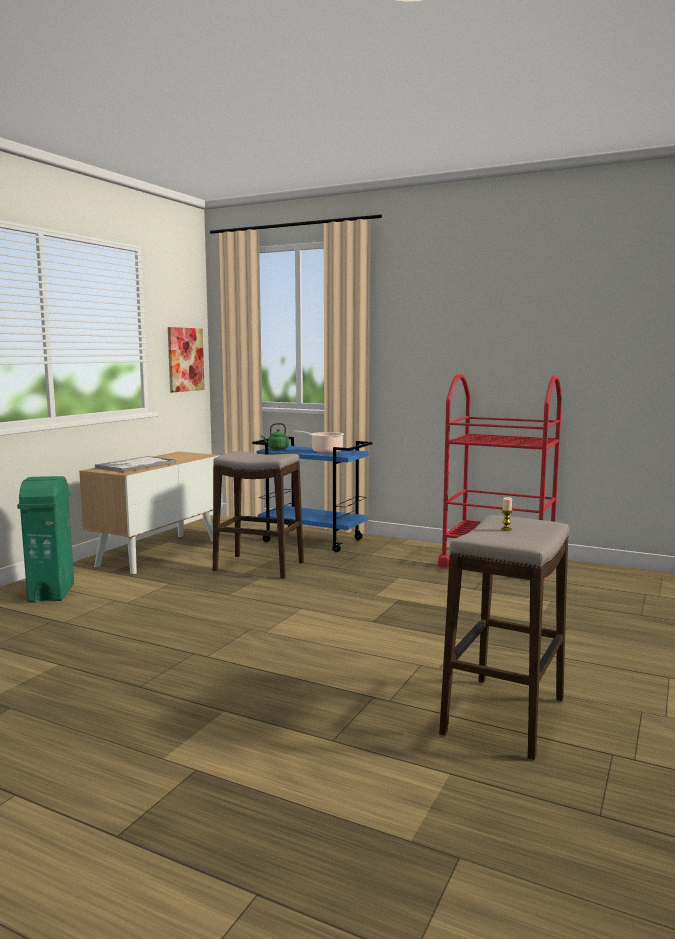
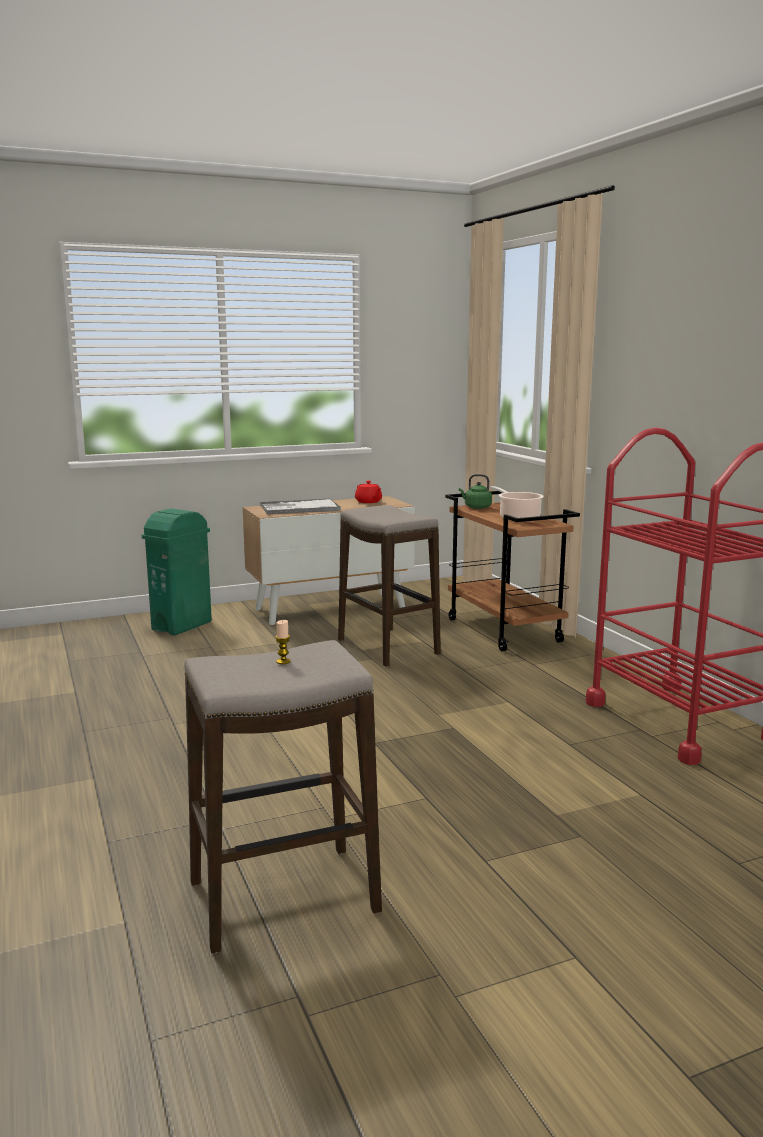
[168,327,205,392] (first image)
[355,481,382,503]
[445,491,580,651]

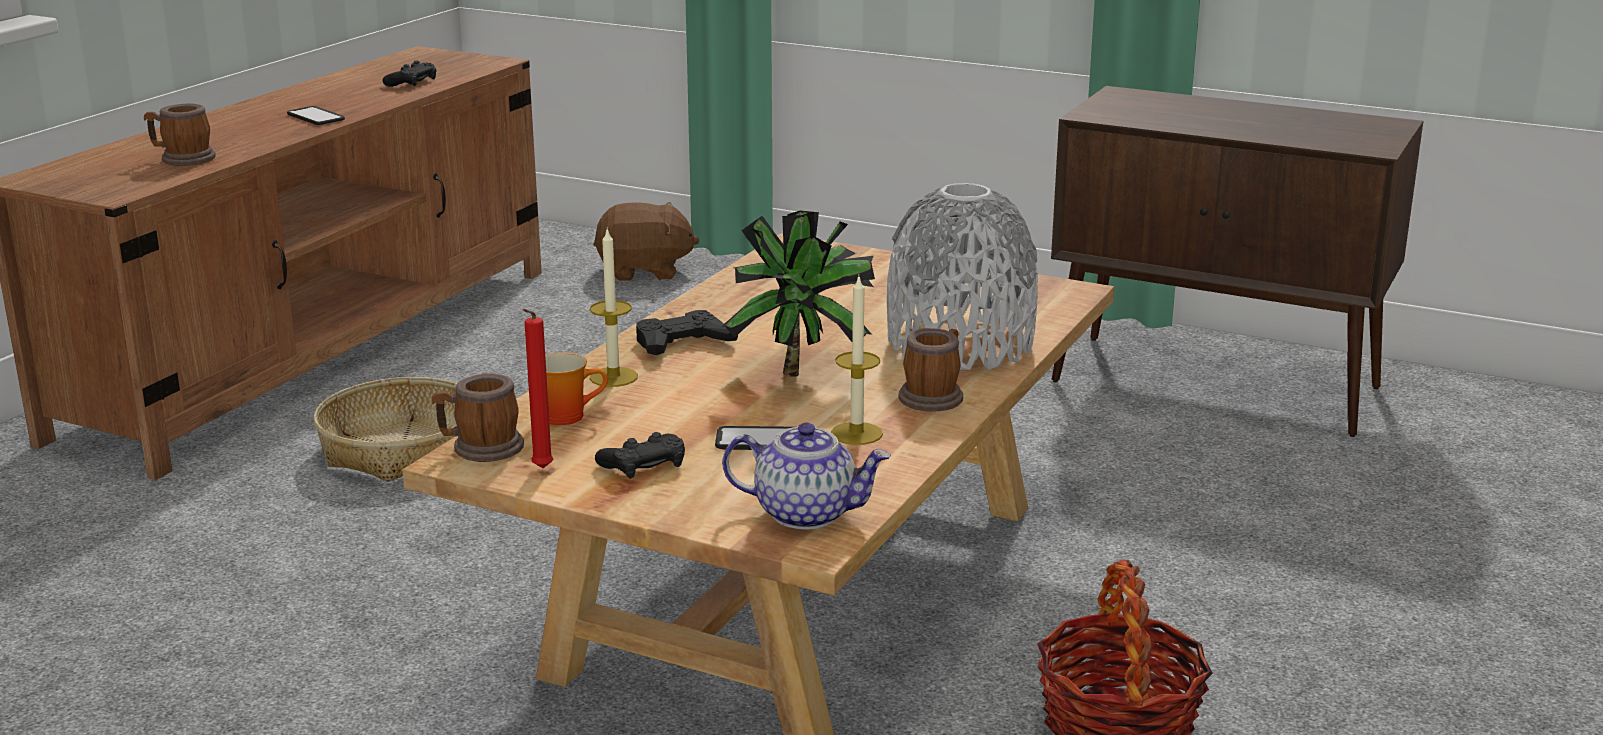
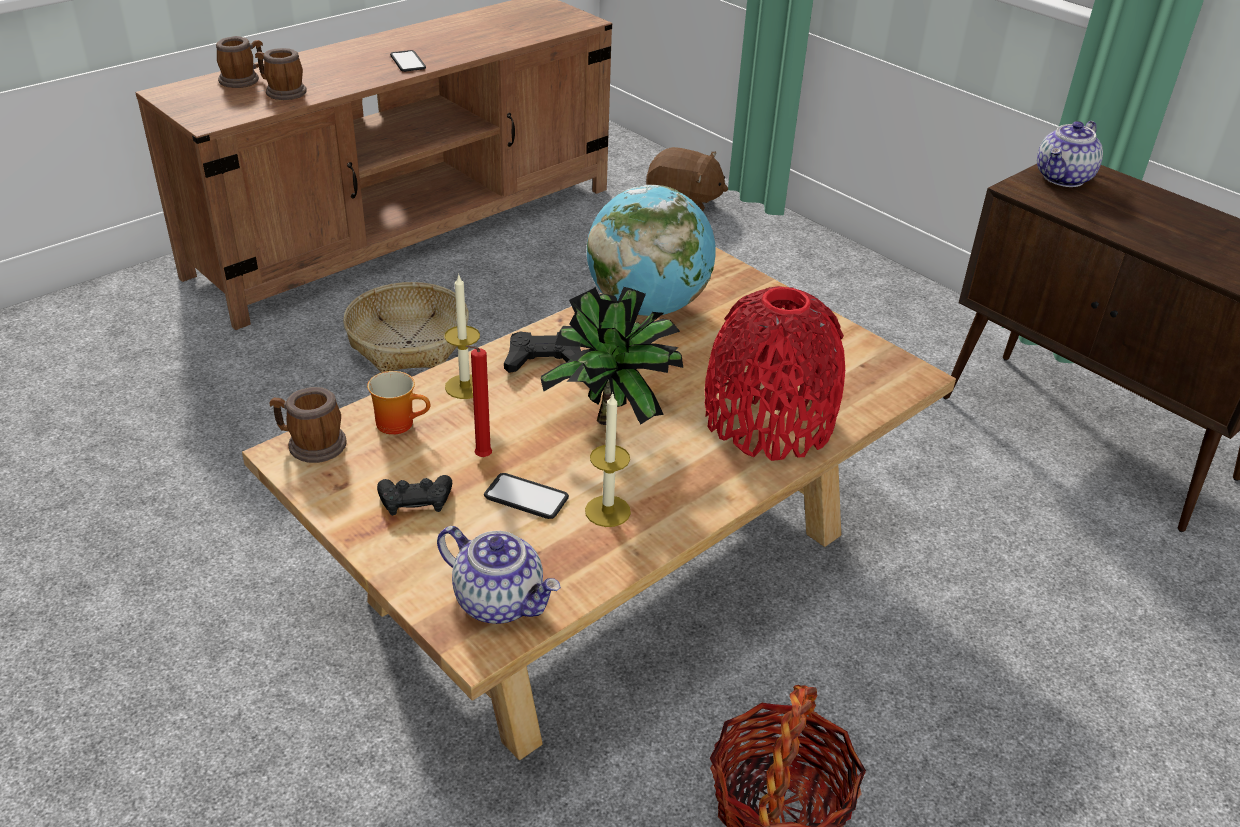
[383,61,437,87] (first image)
[587,185,716,316]
[1037,121,1103,187]
[466,345,492,457]
[216,36,263,88]
[705,286,845,461]

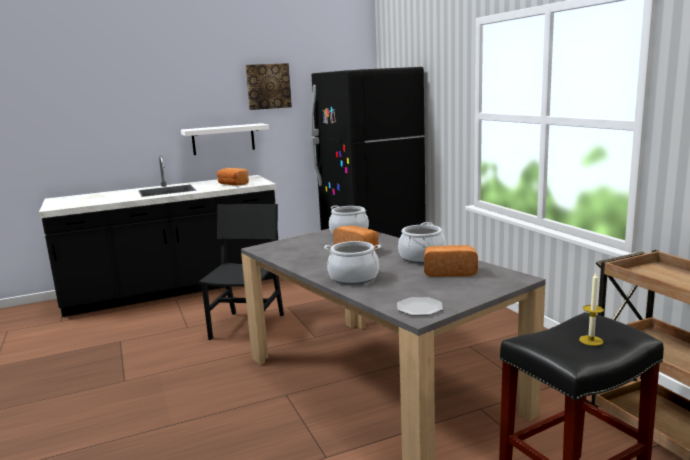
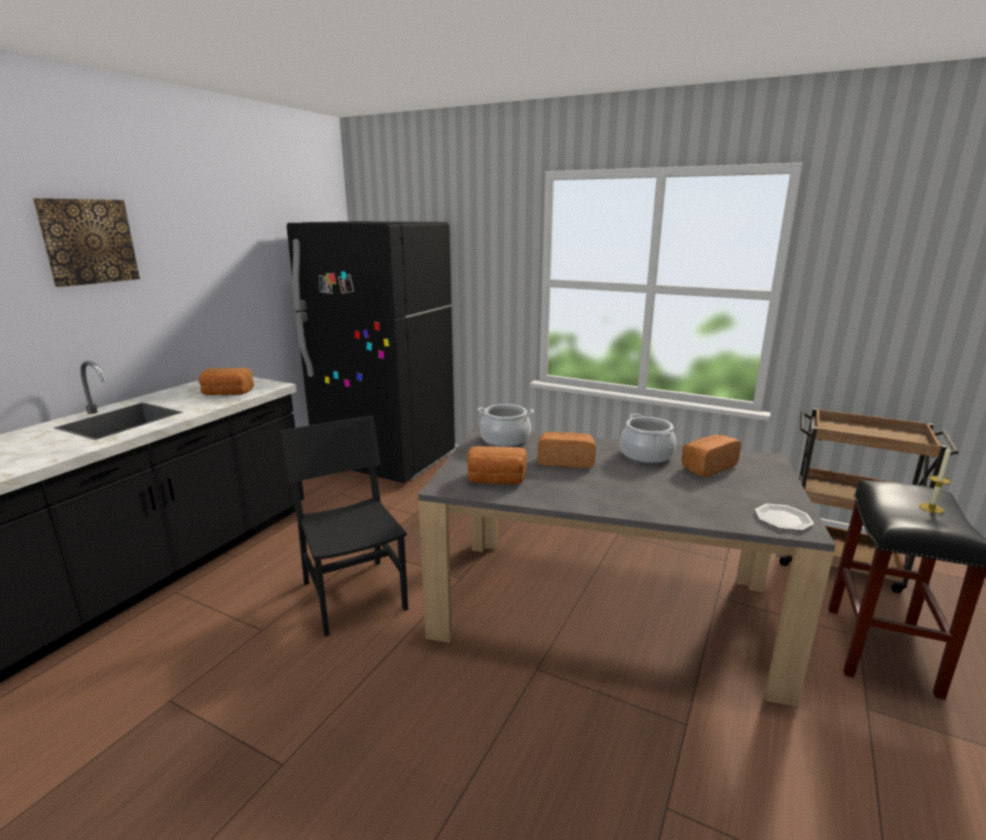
[181,123,269,155] (first image)
[324,241,381,285] (first image)
[467,446,527,484]
[33,198,140,287]

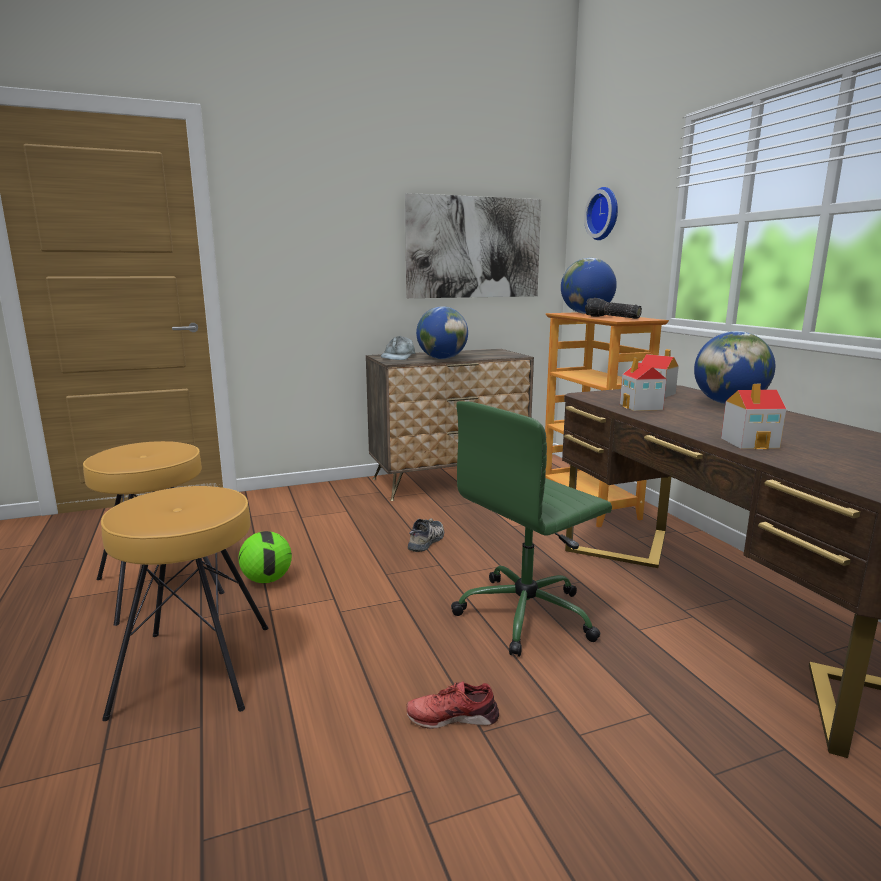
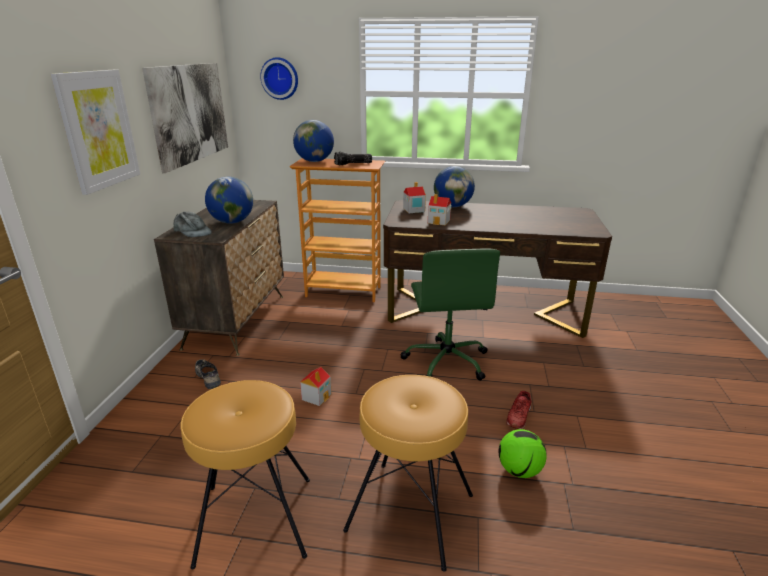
[51,70,140,195]
[498,429,547,478]
[195,359,221,389]
[300,367,332,406]

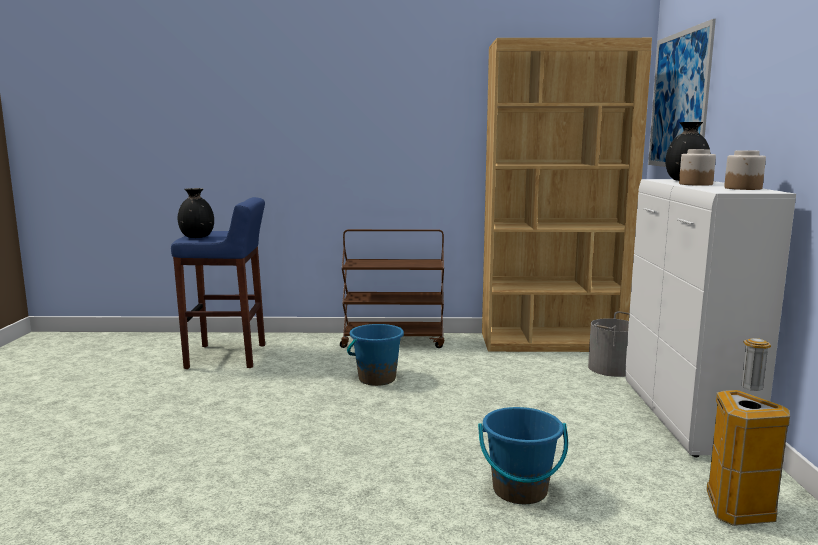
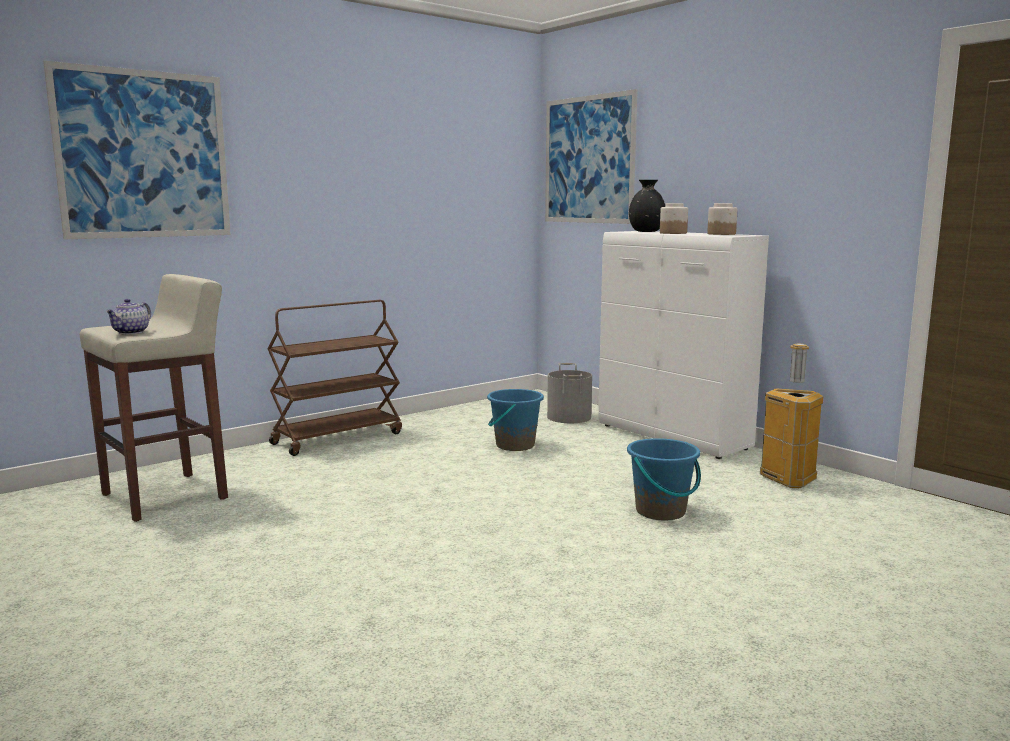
[482,38,652,352] (first image)
[43,61,231,239]
[487,389,544,451]
[105,299,151,335]
[80,274,228,522]

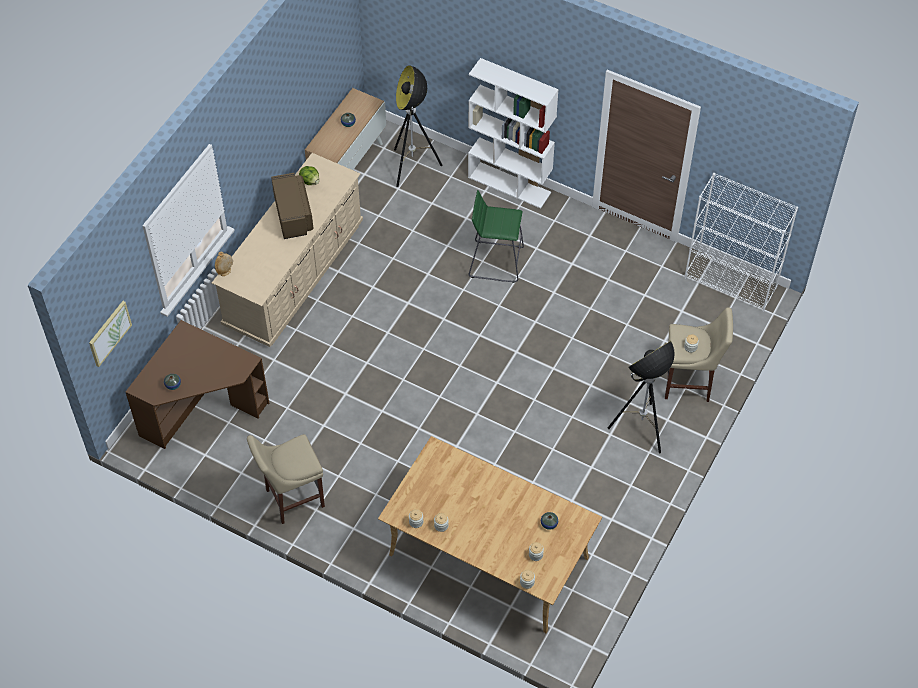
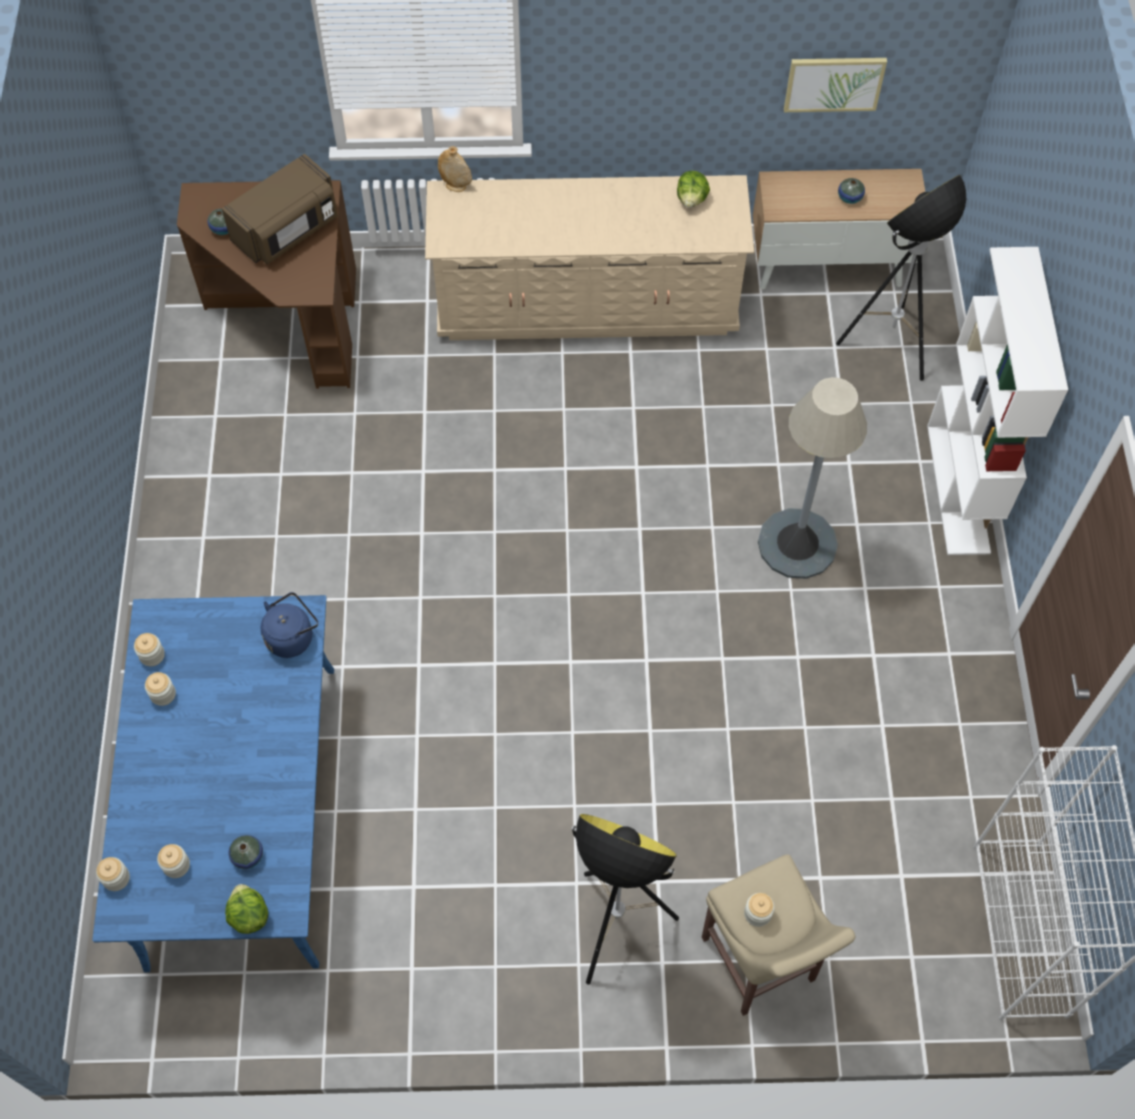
[247,434,325,524] (first image)
[225,884,268,934]
[261,592,318,658]
[784,58,887,112]
[222,154,338,264]
[758,377,867,579]
[92,595,334,972]

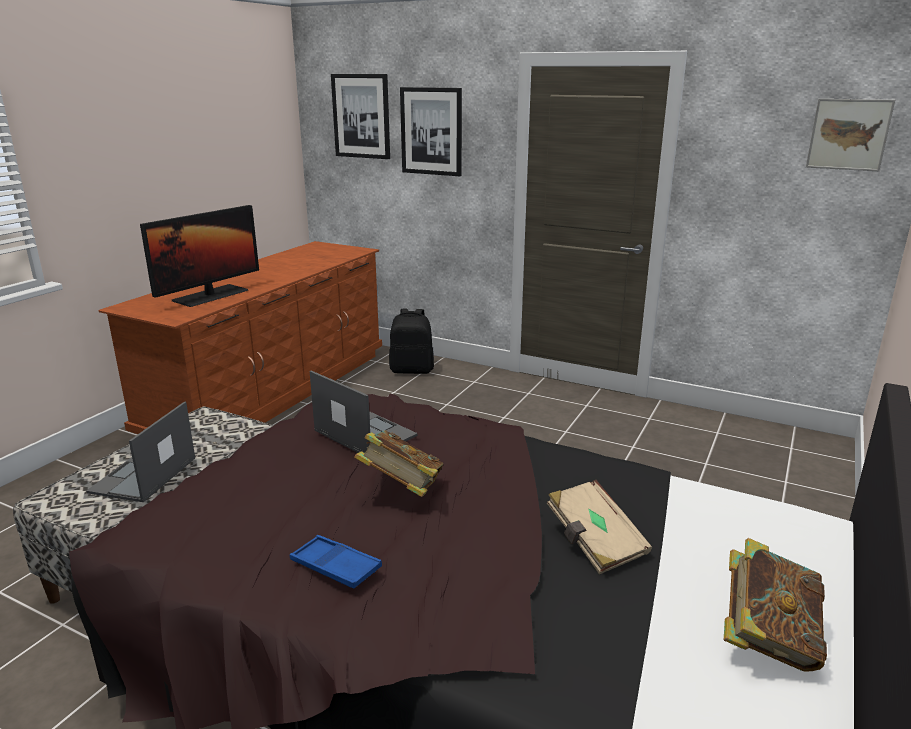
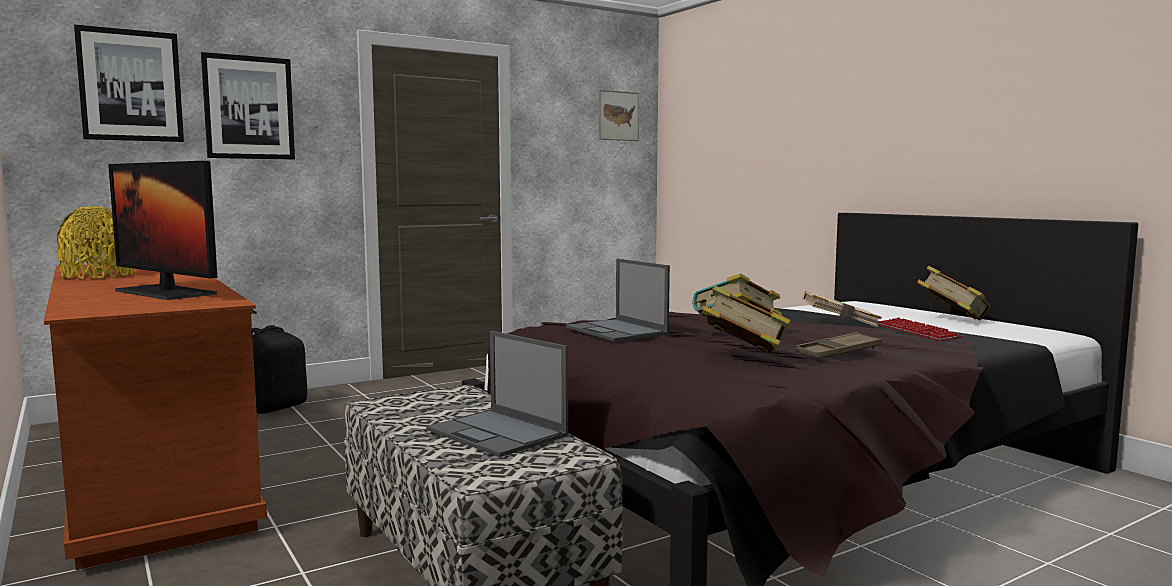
[57,207,133,279]
[701,285,791,354]
[877,317,963,341]
[795,332,882,358]
[108,161,217,300]
[566,259,670,342]

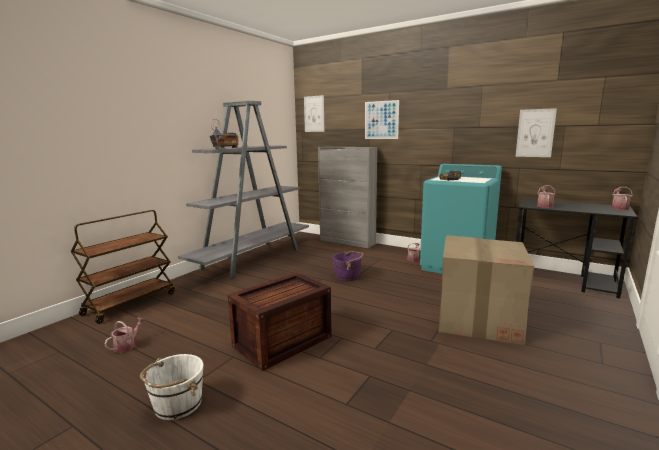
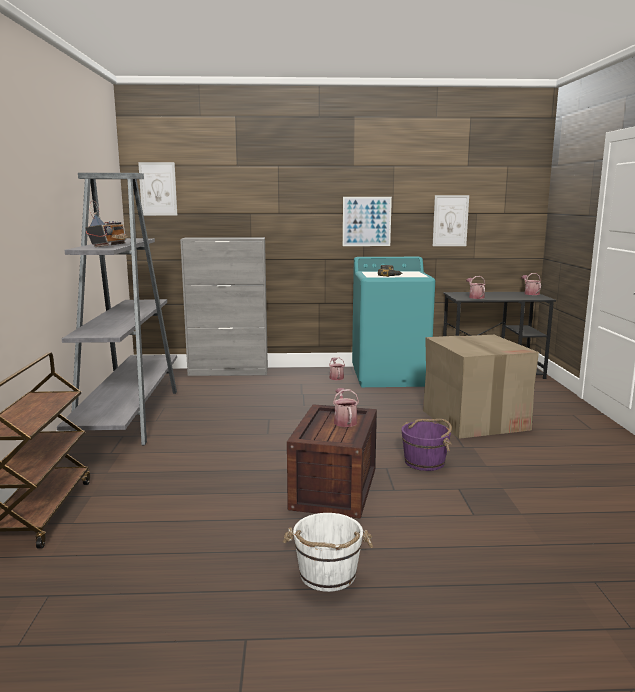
[333,388,359,427]
[401,419,452,471]
[343,197,392,246]

